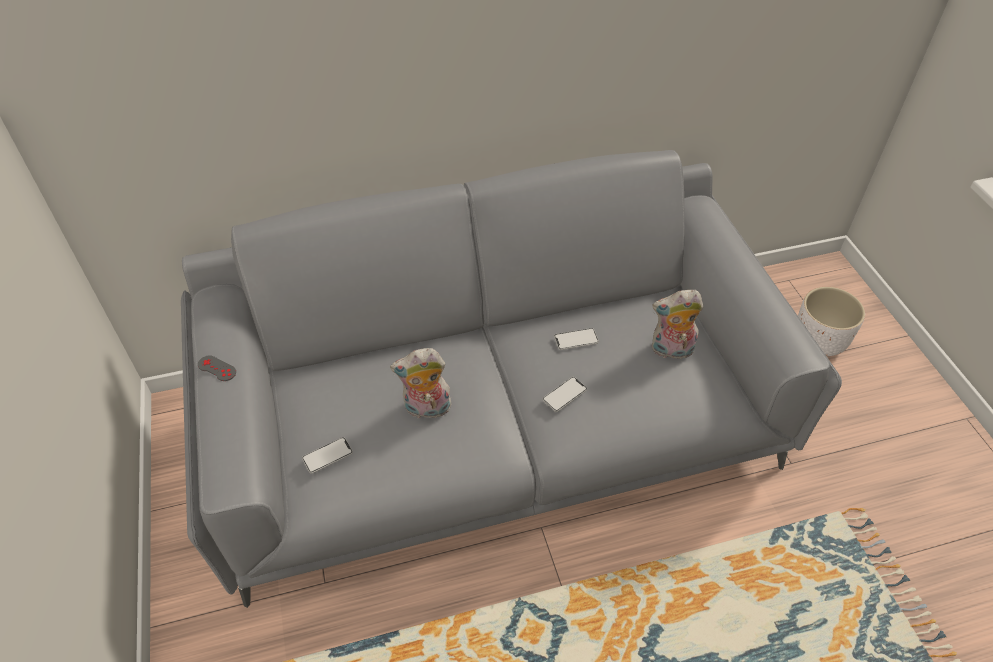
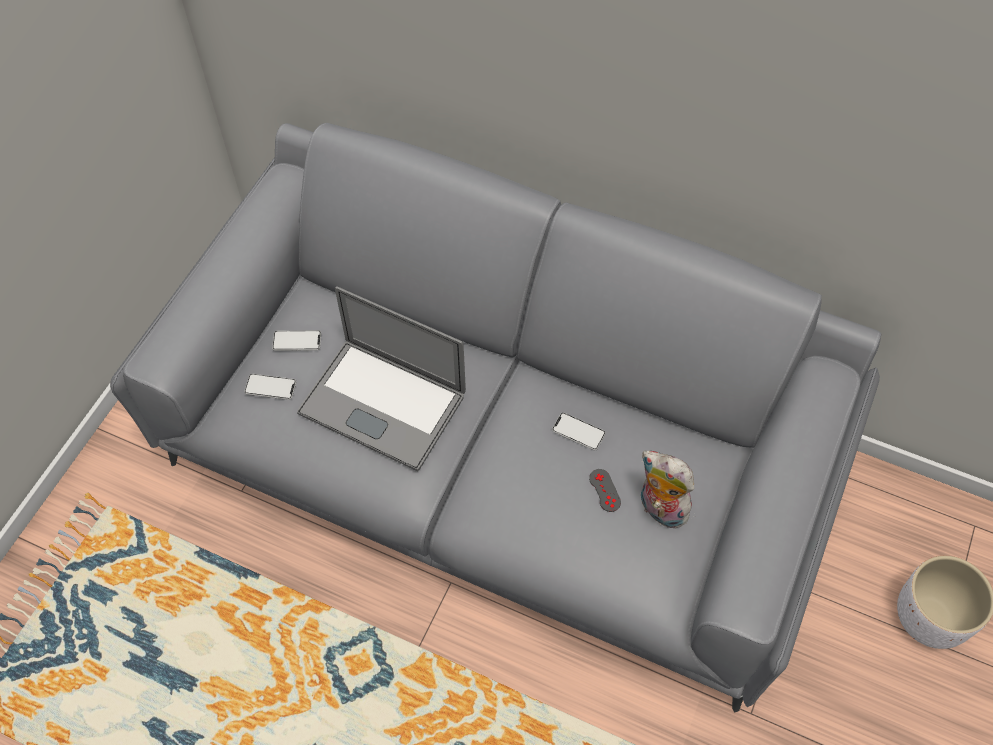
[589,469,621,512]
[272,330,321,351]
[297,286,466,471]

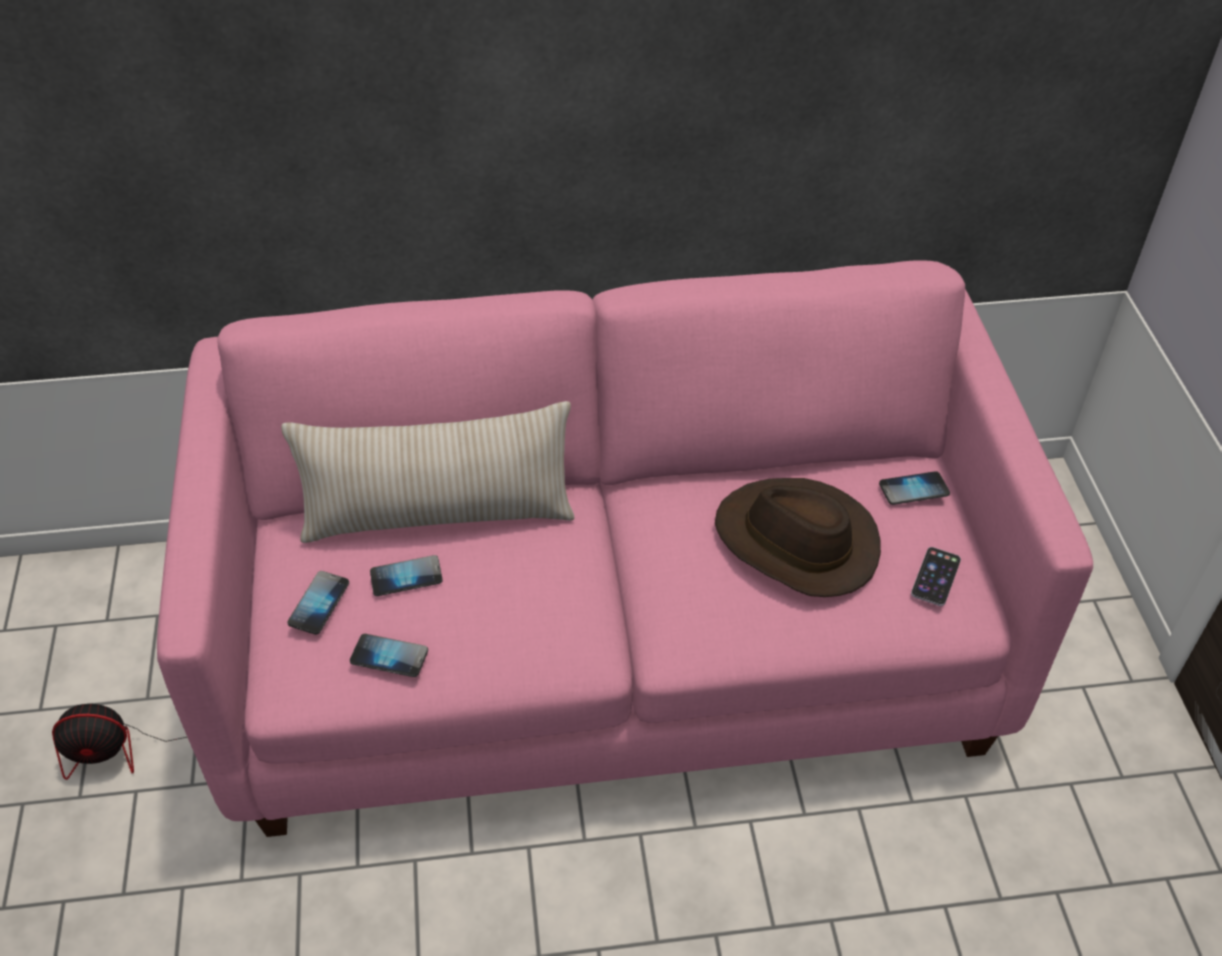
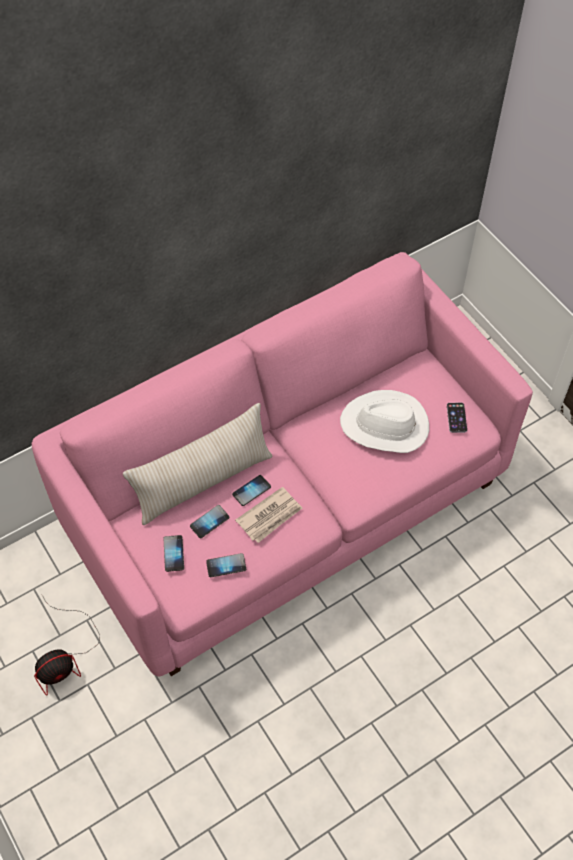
[235,487,302,543]
[232,475,271,506]
[340,390,429,453]

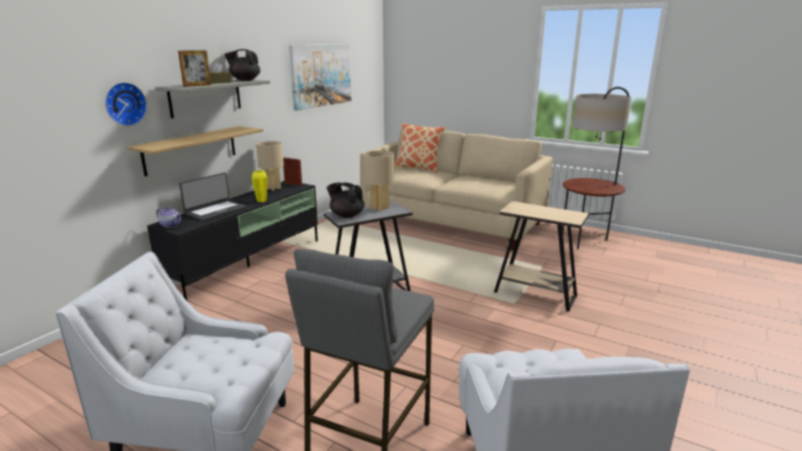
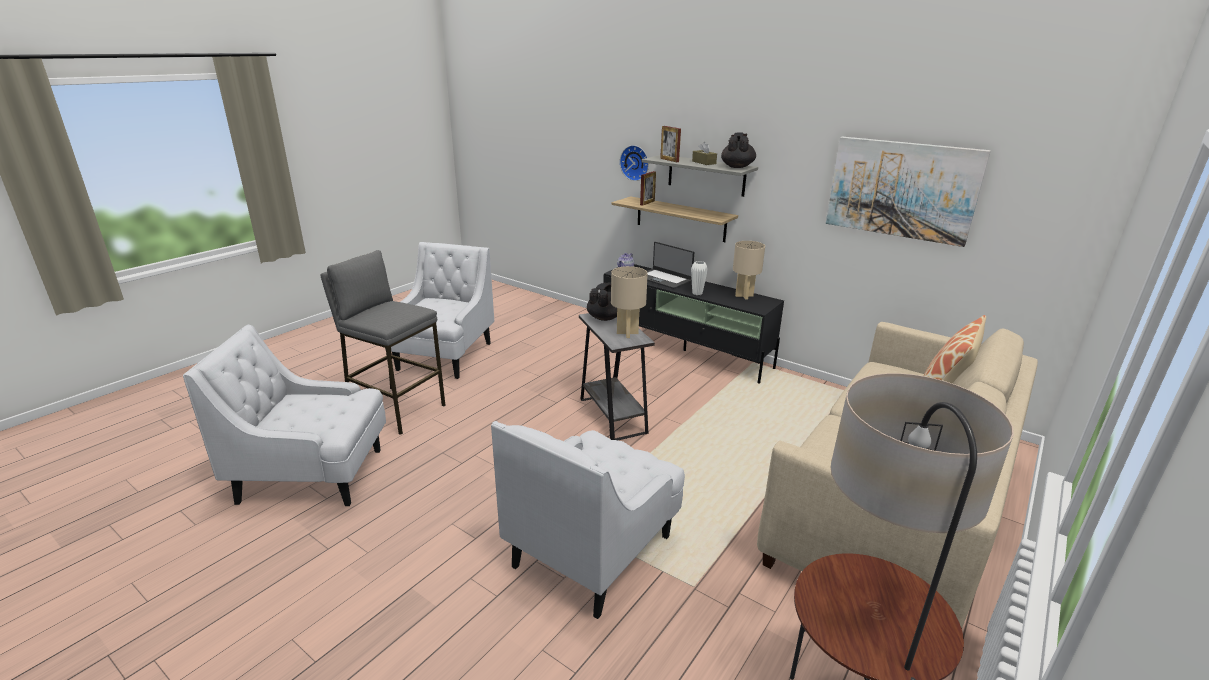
[640,171,656,206]
[491,421,685,619]
[691,261,708,295]

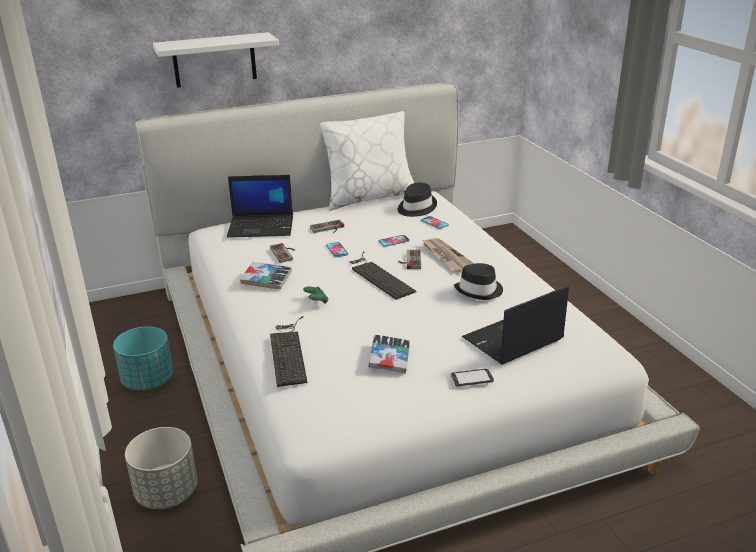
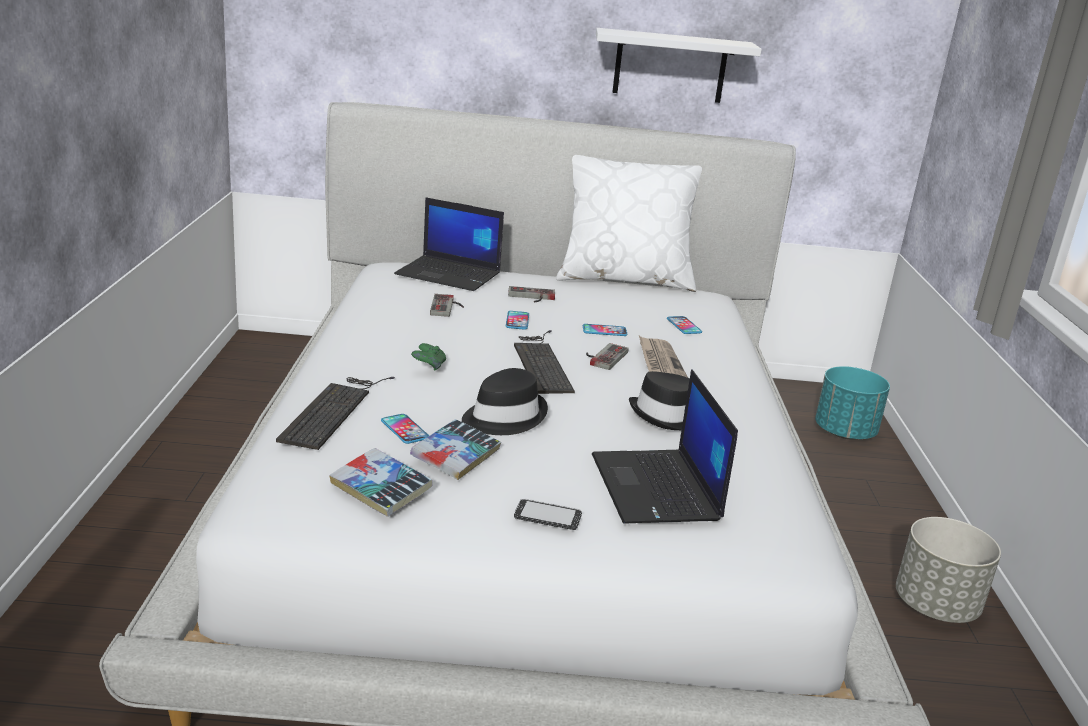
[381,414,429,444]
[815,366,890,440]
[896,517,1001,623]
[596,28,762,103]
[329,448,433,517]
[462,368,548,435]
[592,369,738,524]

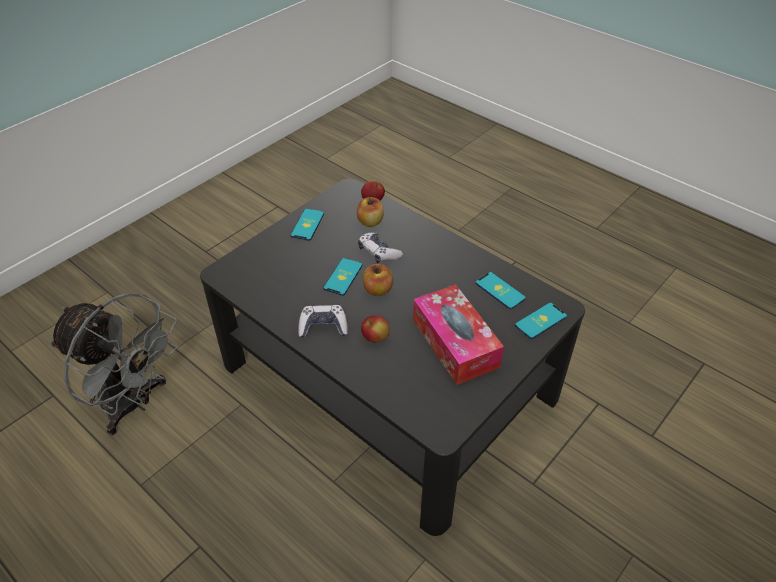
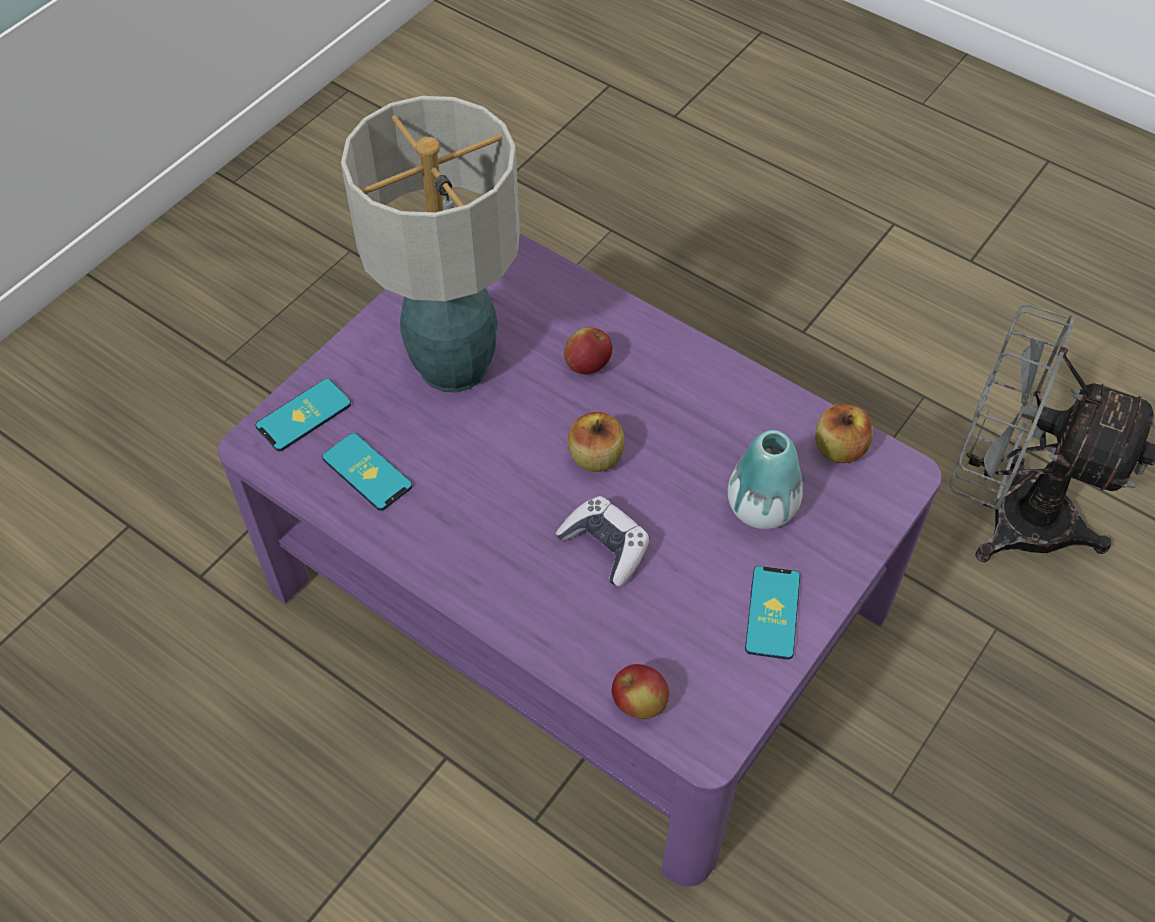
[298,305,348,338] (first image)
[323,258,362,296] (first image)
[728,430,803,529]
[815,404,873,463]
[341,96,520,393]
[218,233,942,887]

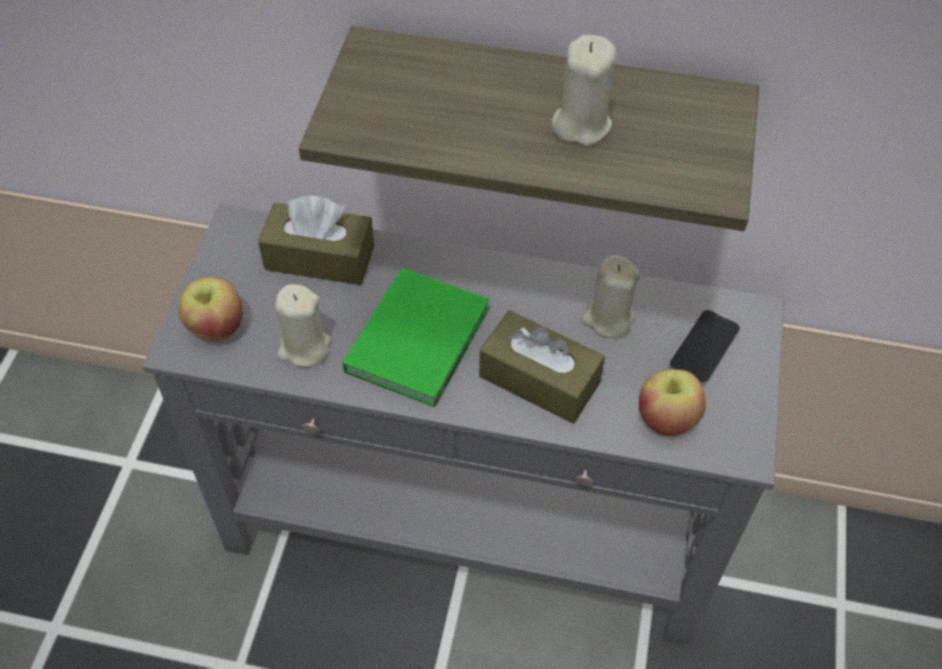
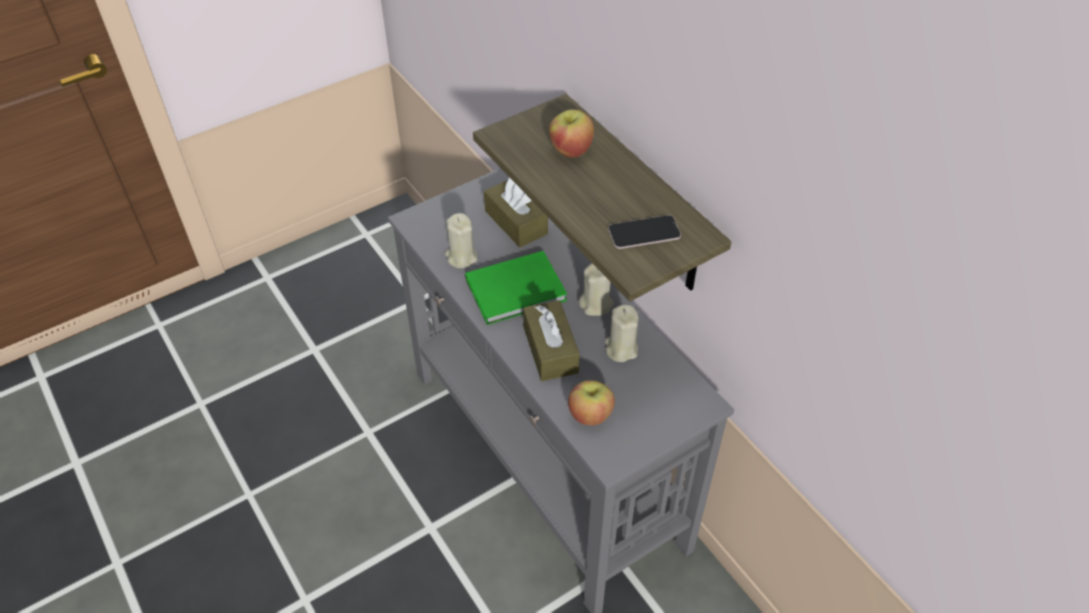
[549,109,594,158]
[579,263,614,316]
[608,215,681,249]

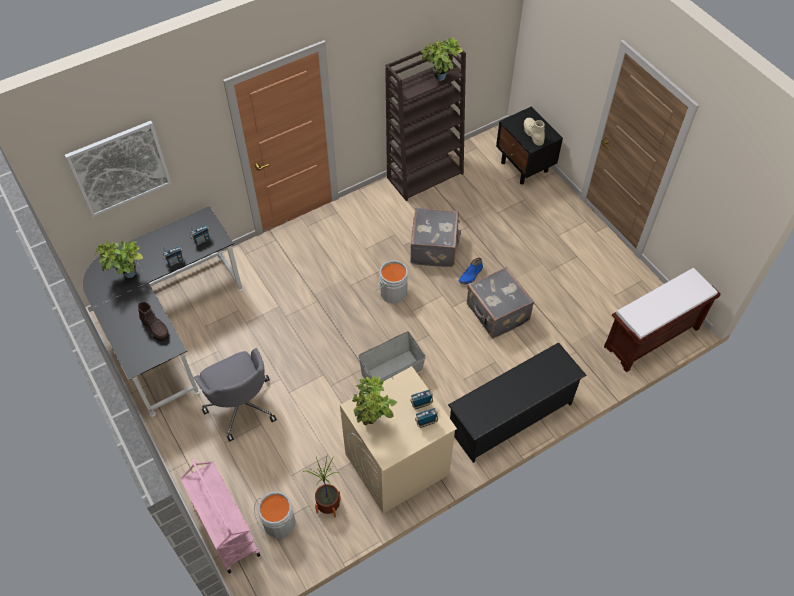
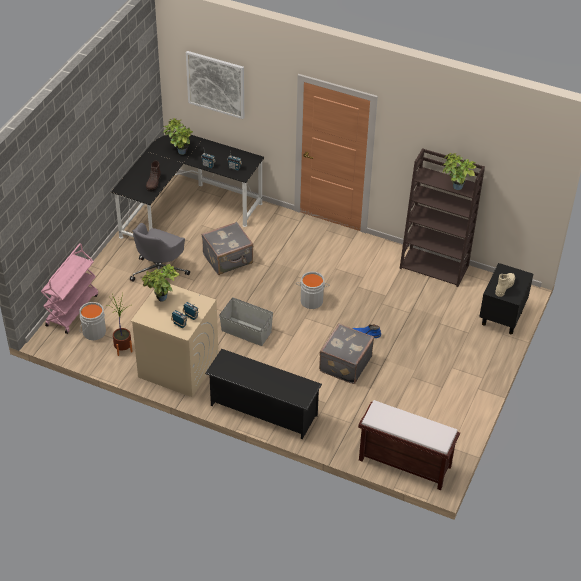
[202,222,253,275]

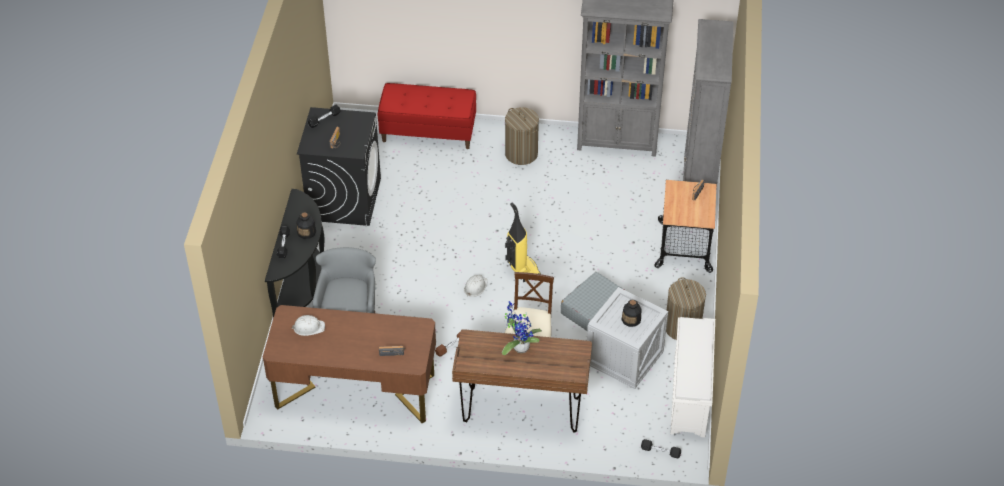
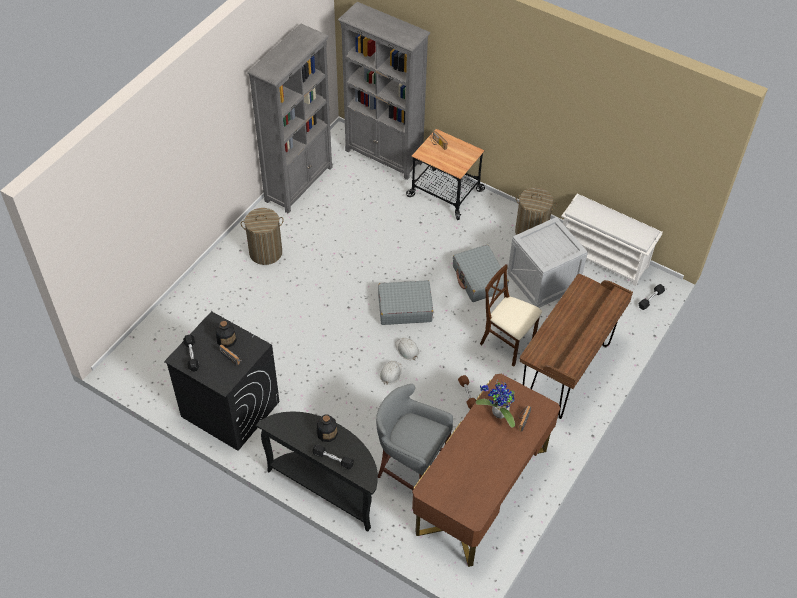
[378,83,476,149] (first image)
[380,361,402,385]
[476,380,515,428]
[216,320,237,348]
[378,280,433,325]

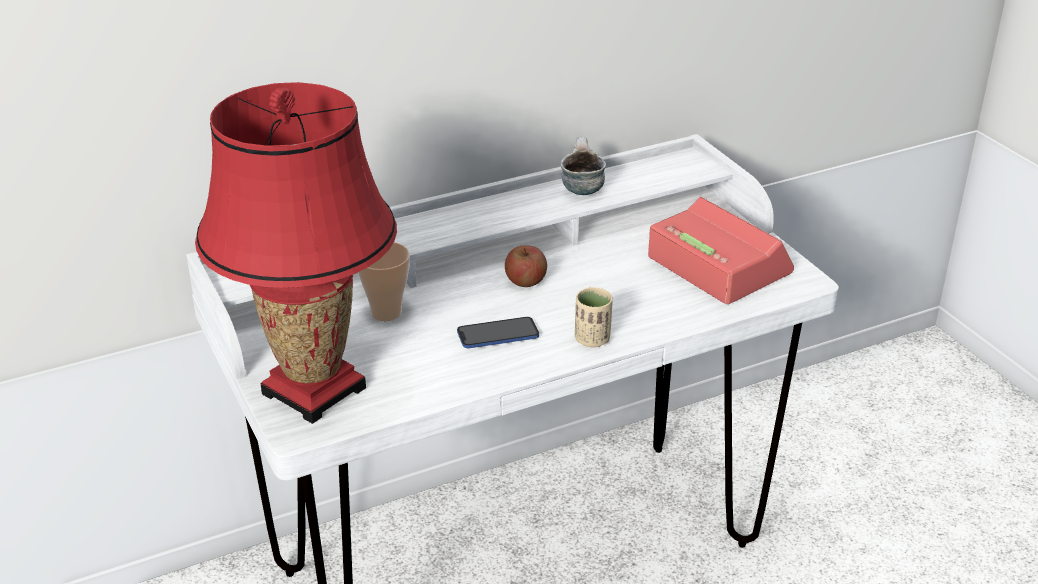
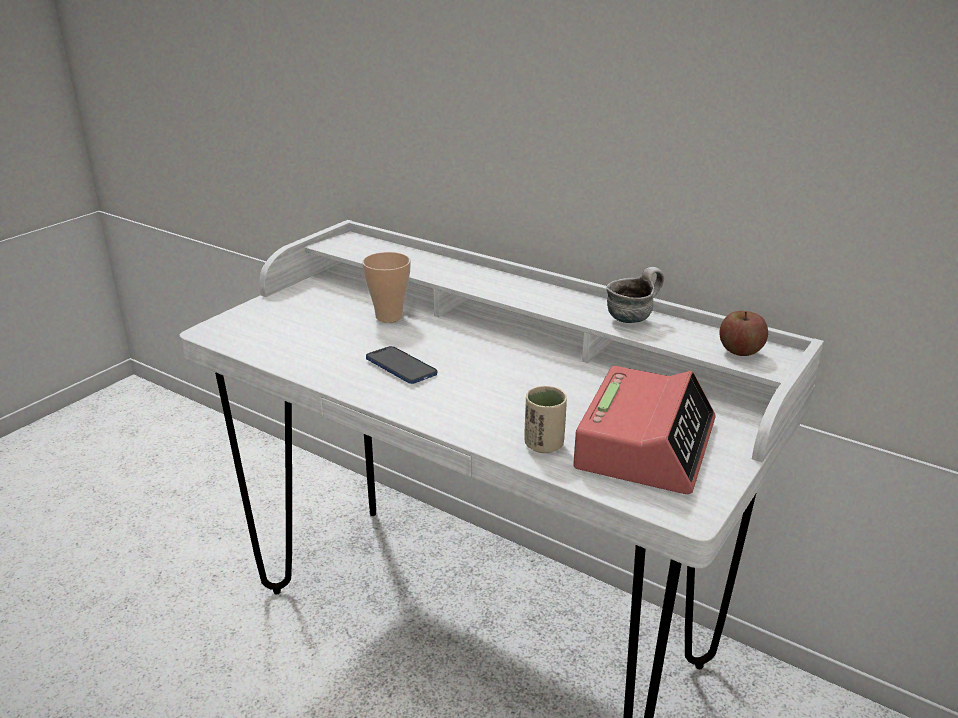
[195,82,397,424] (first image)
[719,311,768,356]
[524,386,567,453]

